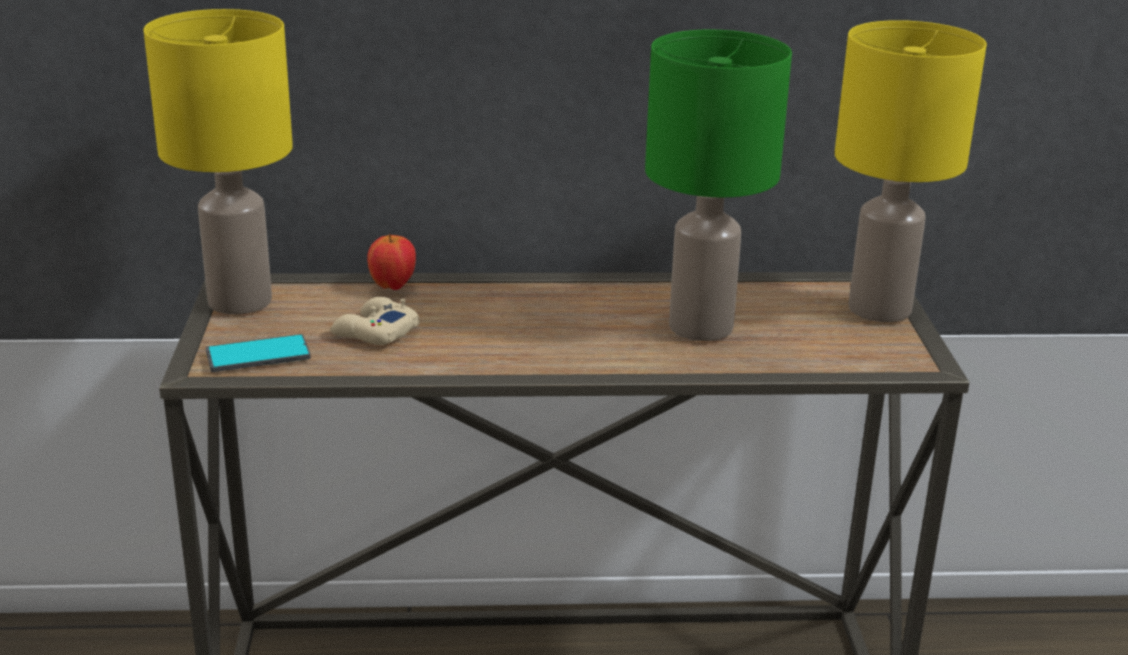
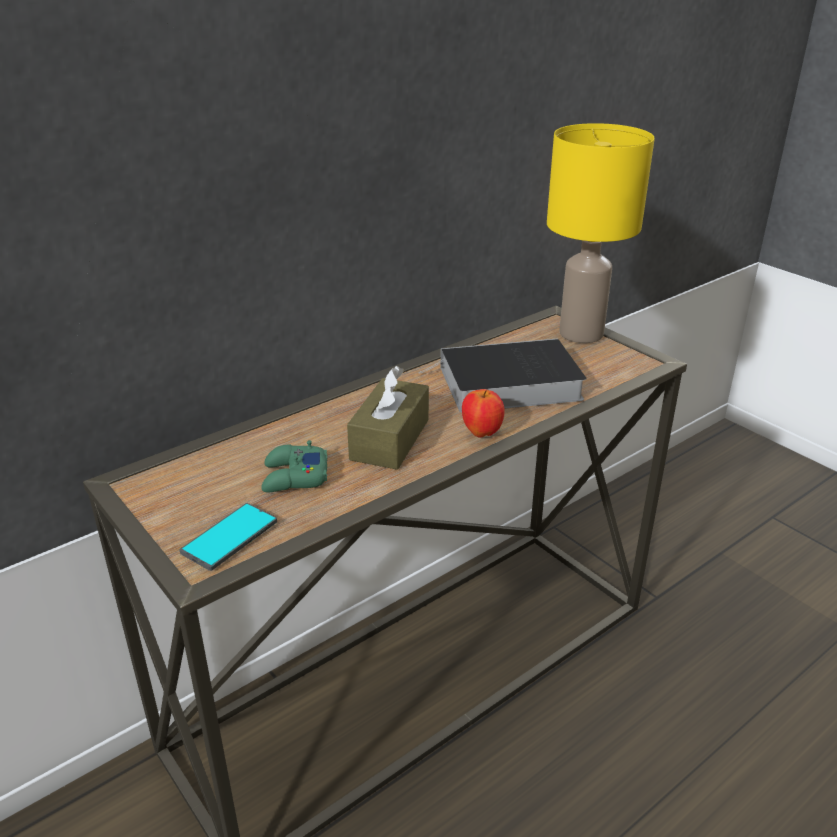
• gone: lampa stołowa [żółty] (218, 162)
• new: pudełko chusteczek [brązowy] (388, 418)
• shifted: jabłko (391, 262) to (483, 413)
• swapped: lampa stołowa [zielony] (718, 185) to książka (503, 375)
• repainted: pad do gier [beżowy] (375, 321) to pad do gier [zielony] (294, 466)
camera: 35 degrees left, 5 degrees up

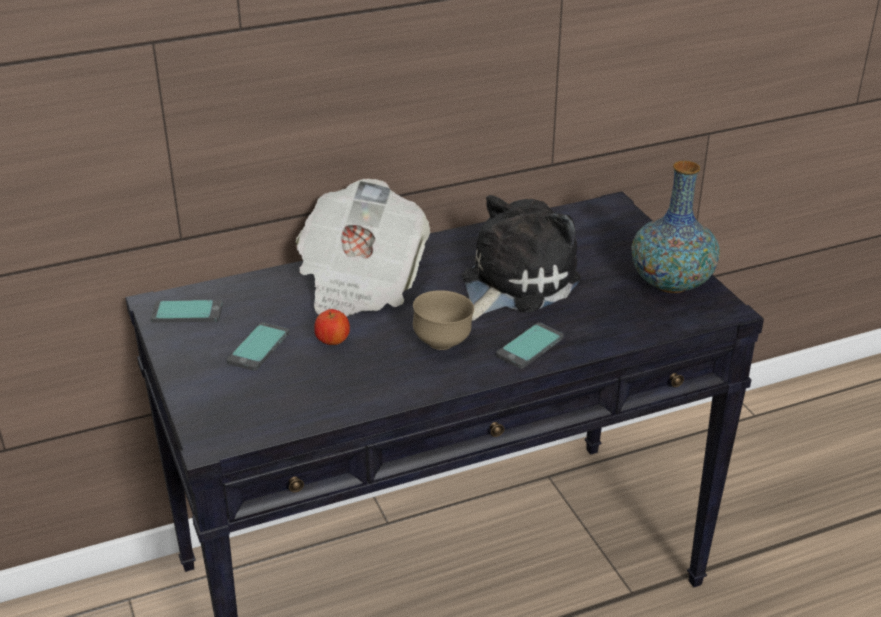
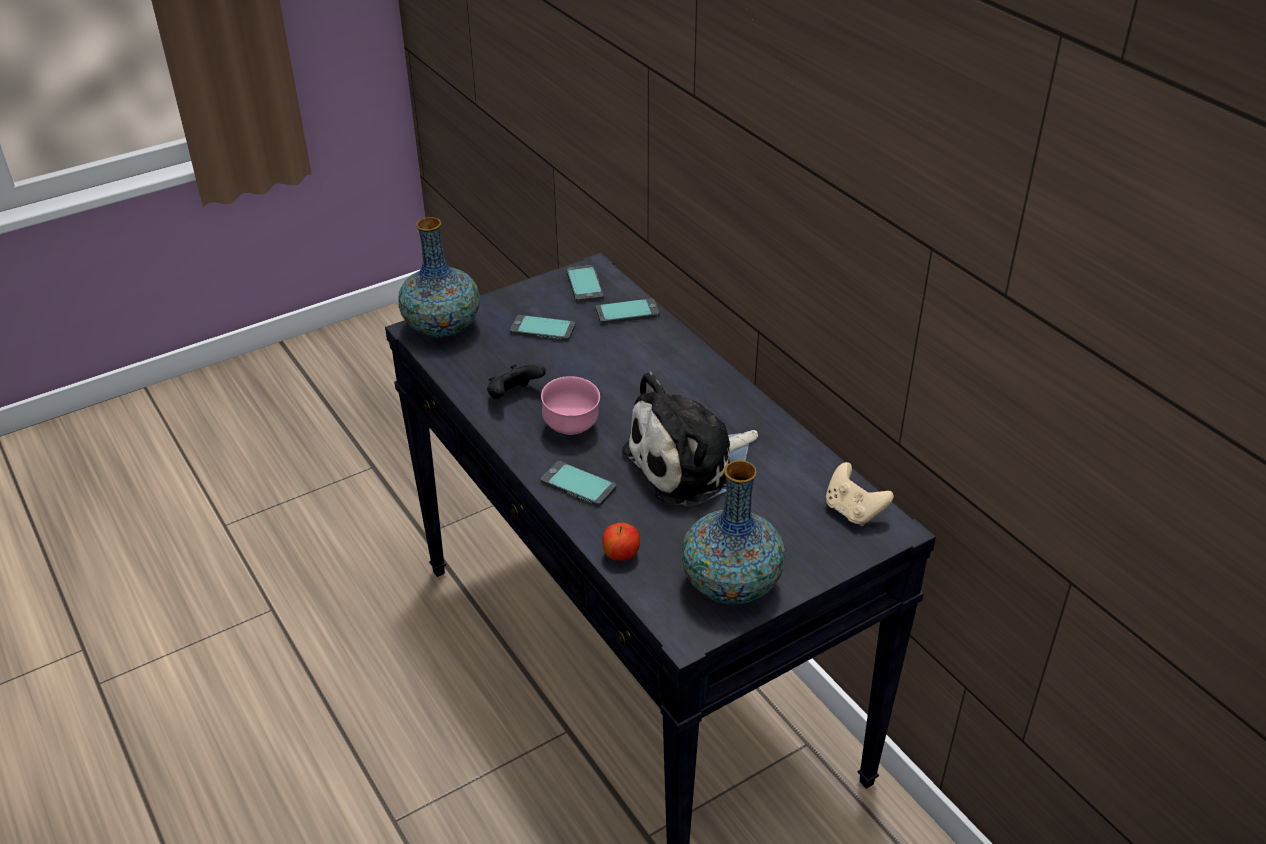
• gone: gazeta (363, 248)
• new: wazon (439, 277)
• new: pad do gier [czarny] (516, 381)
• new: telefon (627, 311)
• new: pad do gier [beżowy] (860, 494)
• shifted: jabłko (332, 327) to (621, 542)
• repainted: miska [brązowy] (443, 320) to miska [różowy] (570, 405)
• rotated: pluszak (521, 258) = (690, 439) 120 degrees clockwise
camera: 80 degrees right, 5 degrees up

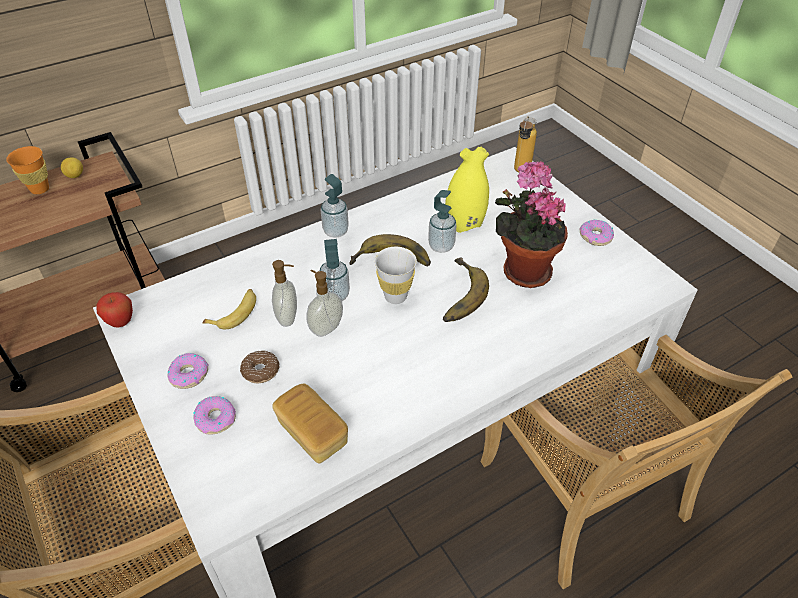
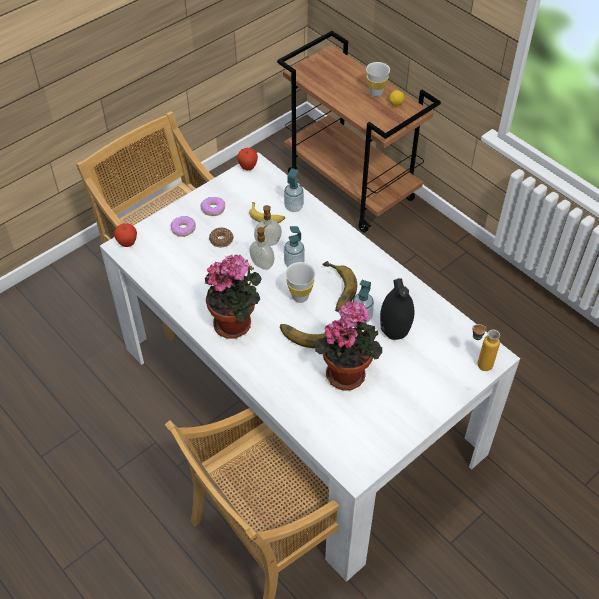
• gone: chleb (310, 424)
• gone: donut (596, 233)
• new: jabłko (125, 235)
• new: roślina doniczkowa (233, 296)
• shifted: dozownik mydła (335, 206) to (294, 190)
• repainted: filiżanka [pomarańczowy] (27, 170) to filiżanka [biały] (378, 79)
• repainted: wazon [żółty] (467, 190) to wazon [czarny] (397, 309)
camera: 80 degrees right, 5 degrees up

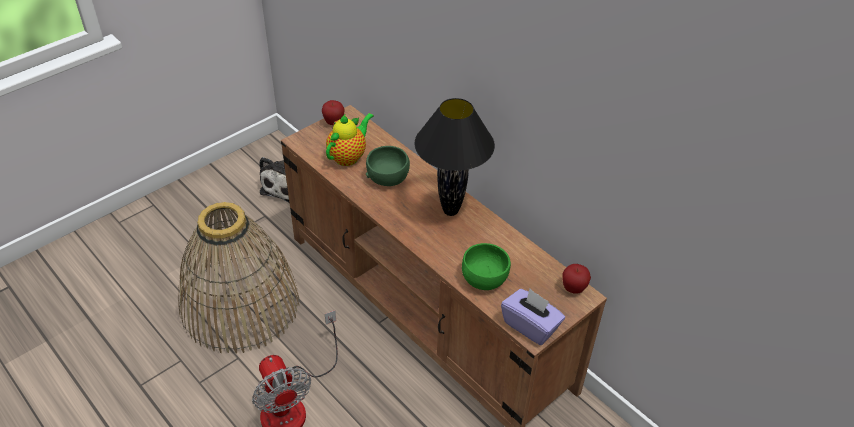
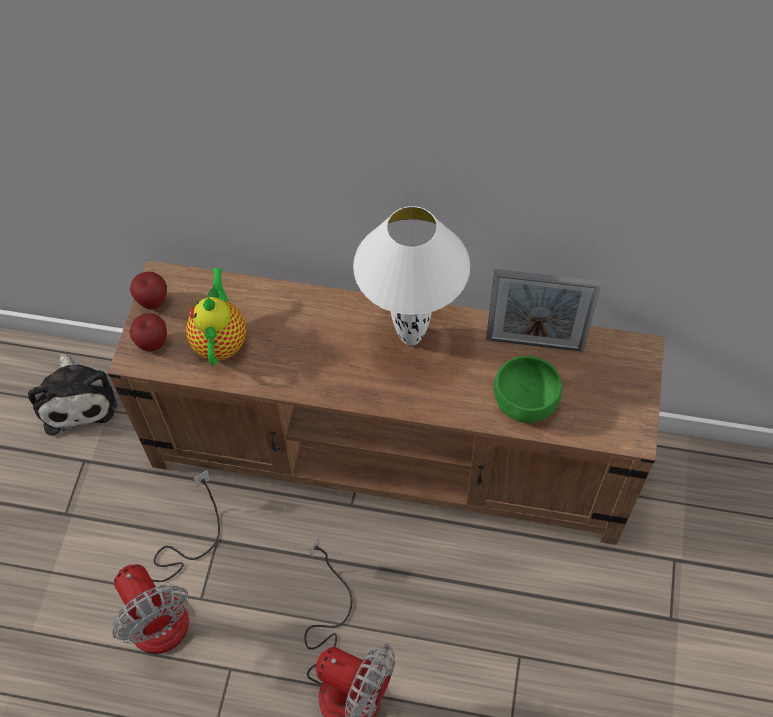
• gone: miska [zielony] (388, 166)
• gone: pudełko chusteczek [fioletowy] (533, 317)
• new: ramka na zdjęcie (543, 310)
• shifted: jabłko (576, 279) to (148, 332)
• swapped: koszyk (239, 278) to wentylator (166, 562)
• repainted: lampa stołowa [czarny] (454, 157) to lampa stołowa [biały] (411, 275)
camera: 35 degrees left, 15 degrees up

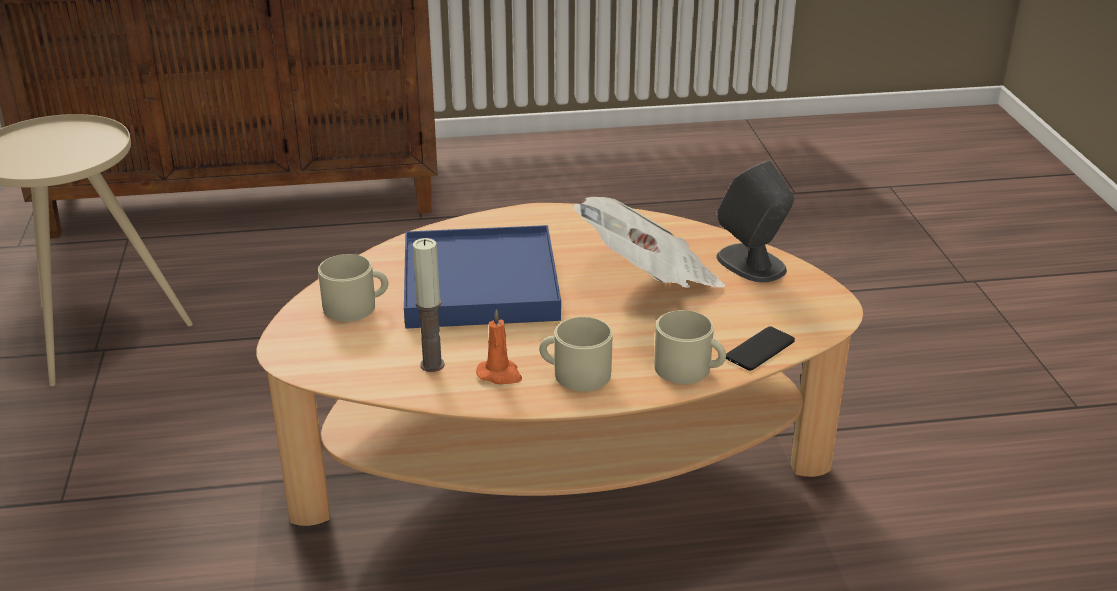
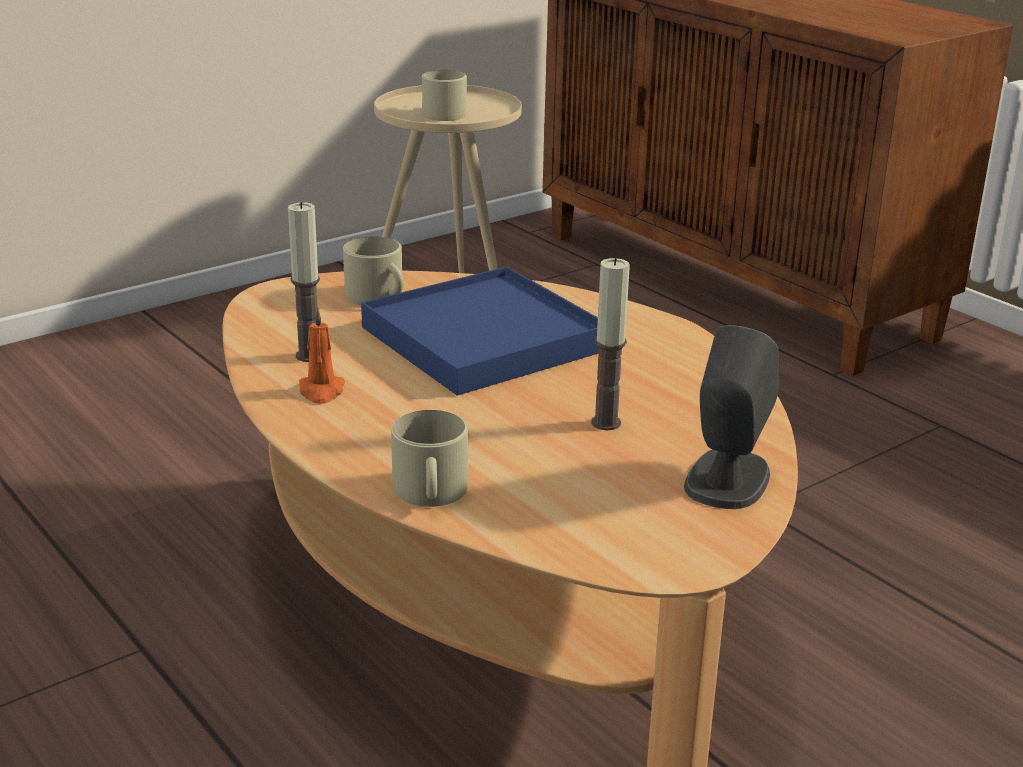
• gone: telefon (760, 348)
• shifted: kubek [beżowy] (576, 354) to (444, 95)
• swapped: gazeta (649, 242) to świeca (610, 344)
camera: 60 degrees right, 5 degrees down

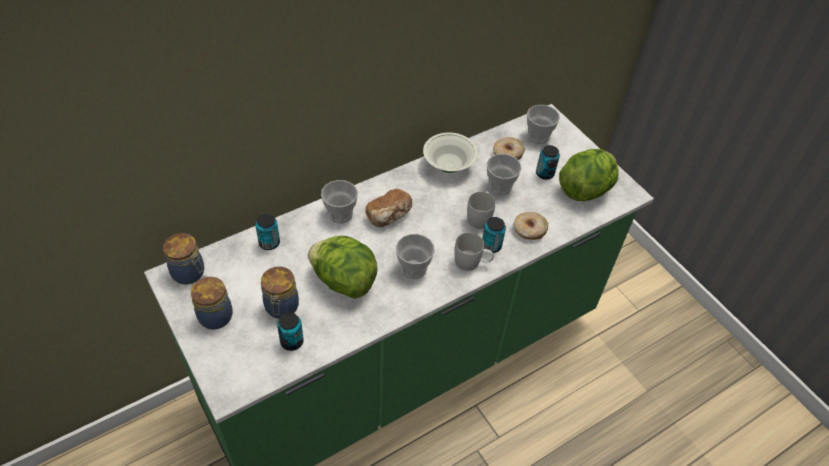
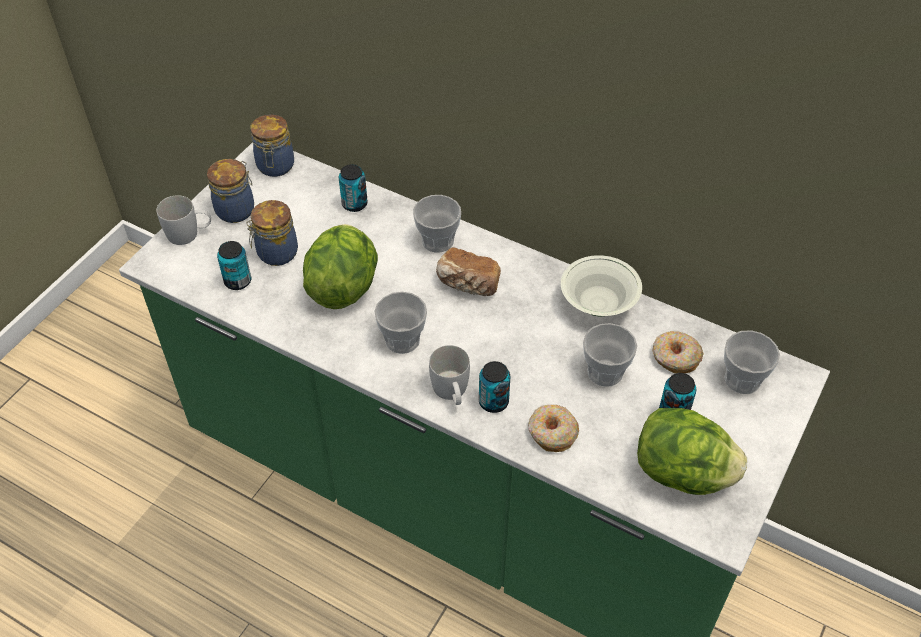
• shifted: kubek [biały] (481, 210) to (183, 220)
camera: 65 degrees right, 0 degrees up

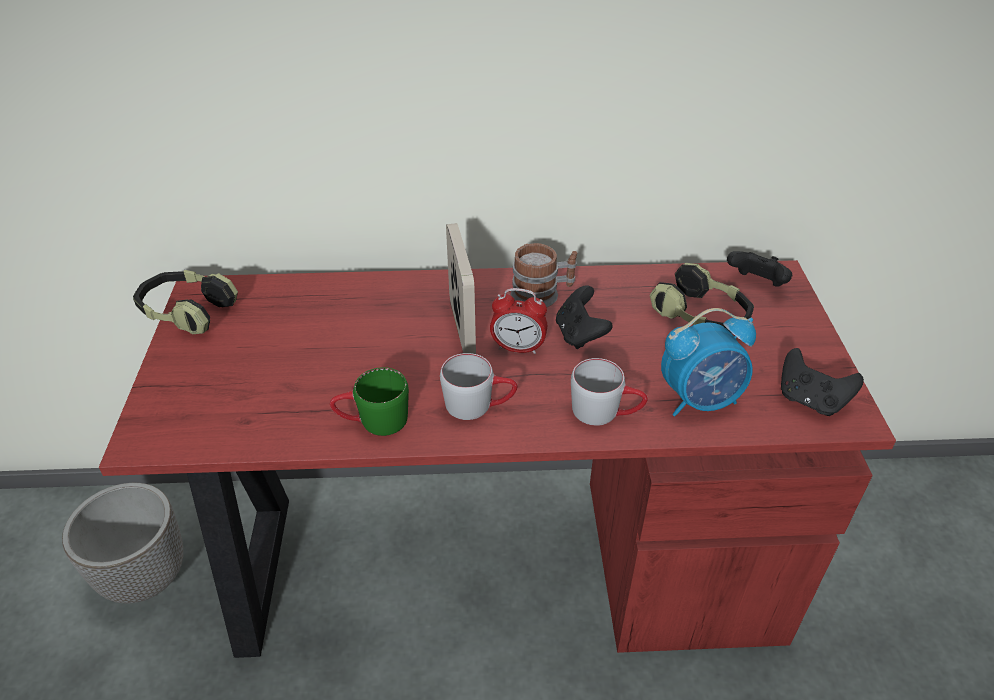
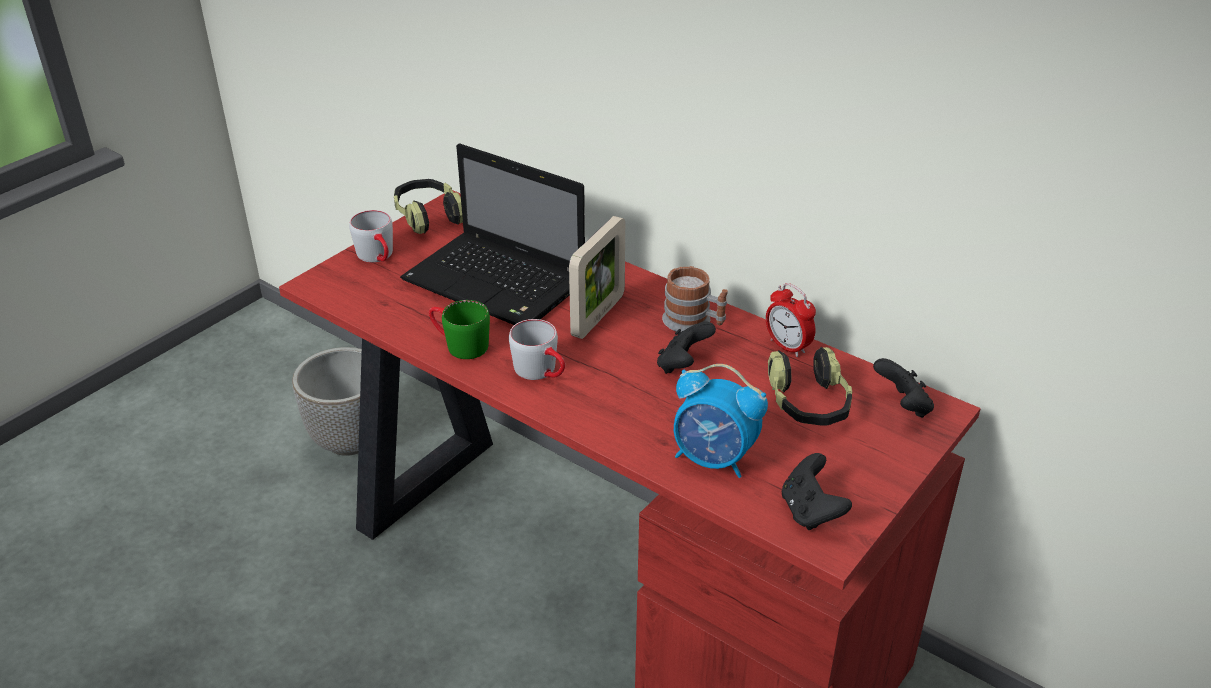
• new: laptop (492, 234)
• shifted: budzik (518, 321) to (791, 320)
• shifted: kubek [szary] (609, 392) to (371, 236)
camera: 40 degrees right, 5 degrees down

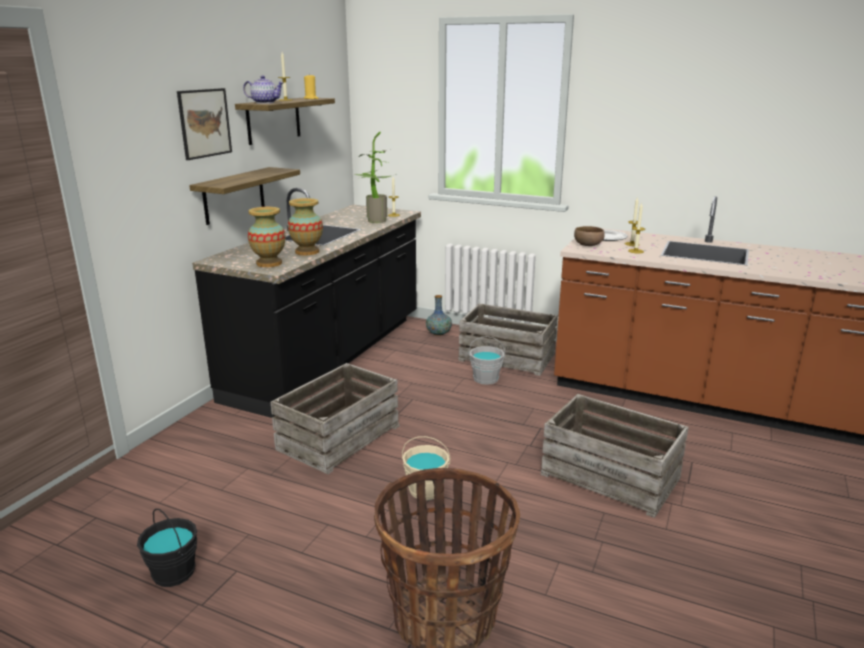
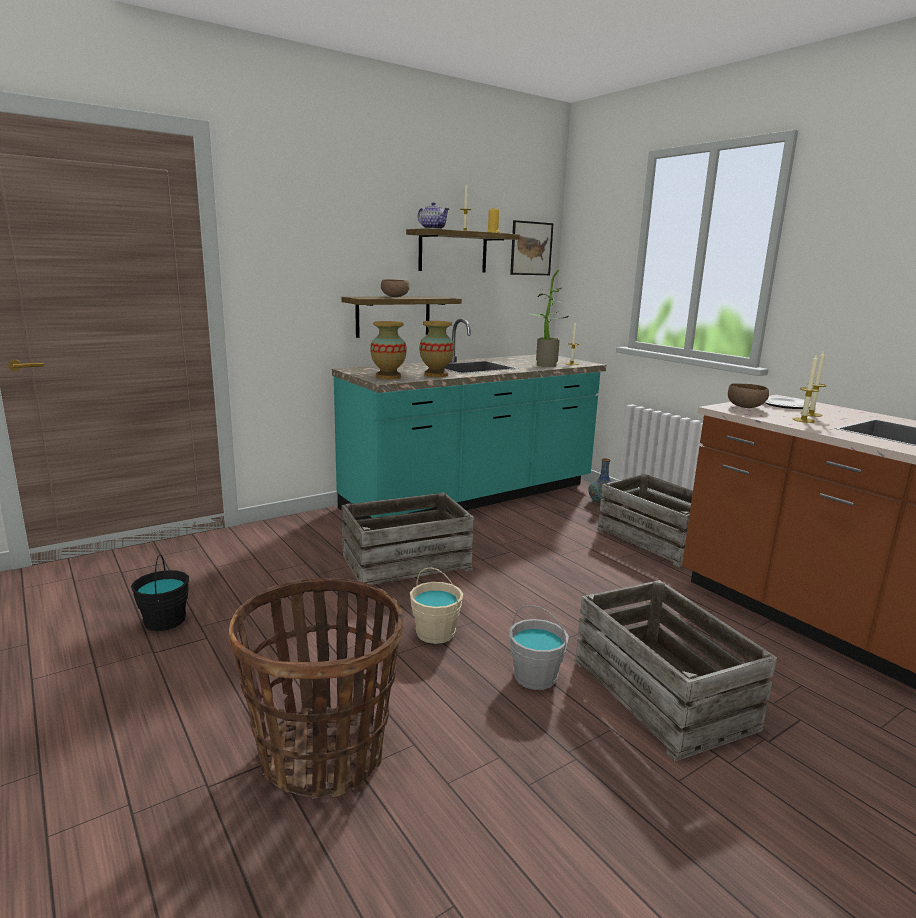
• new: miska [brązowy] (395, 288)
• shifted: obraz (204, 124) to (532, 247)
• shifted: wiadro [szary] (487, 360) to (539, 647)
• repainted: zabudowa kuchenna [czarny] (306, 303) to zabudowa kuchenna [turkusowy] (469, 419)
camera: 30 degrees right, 5 degrees down

